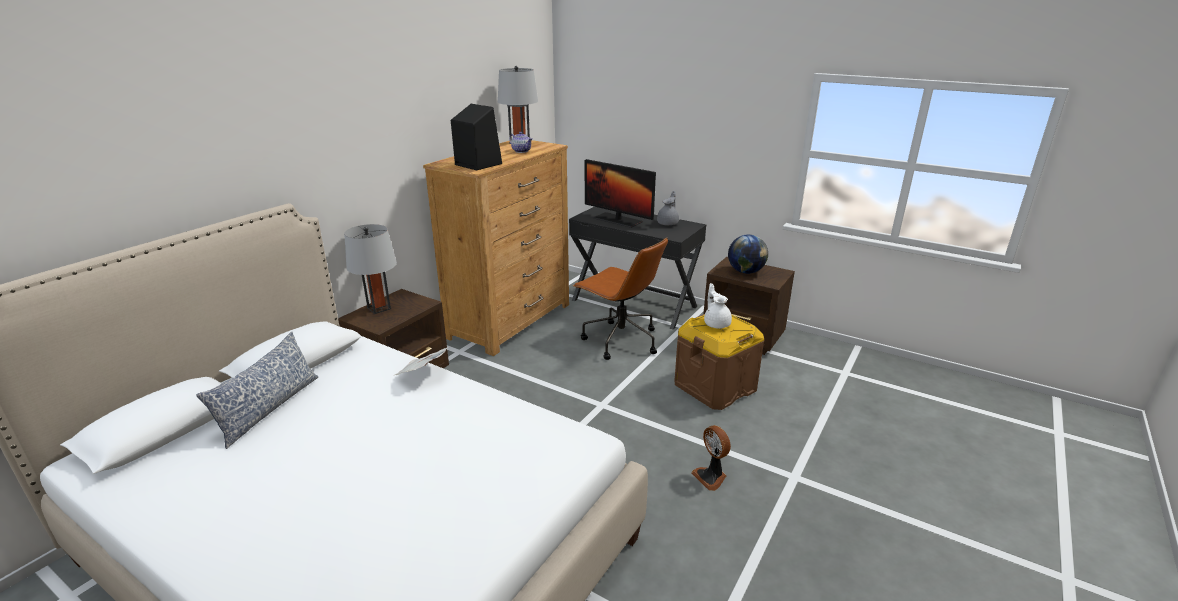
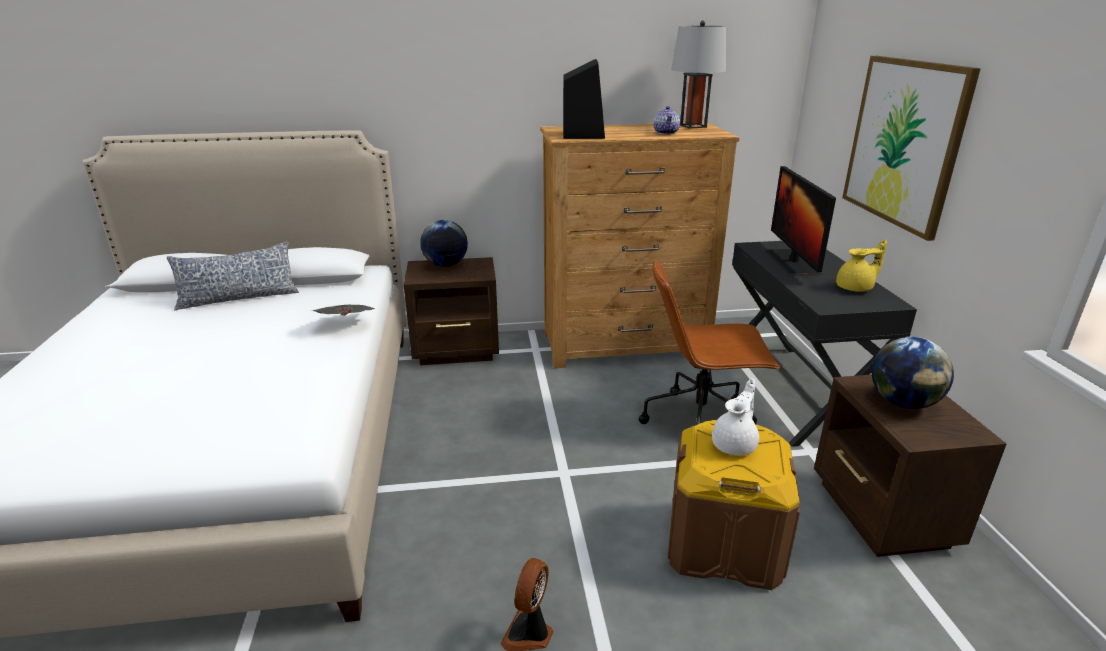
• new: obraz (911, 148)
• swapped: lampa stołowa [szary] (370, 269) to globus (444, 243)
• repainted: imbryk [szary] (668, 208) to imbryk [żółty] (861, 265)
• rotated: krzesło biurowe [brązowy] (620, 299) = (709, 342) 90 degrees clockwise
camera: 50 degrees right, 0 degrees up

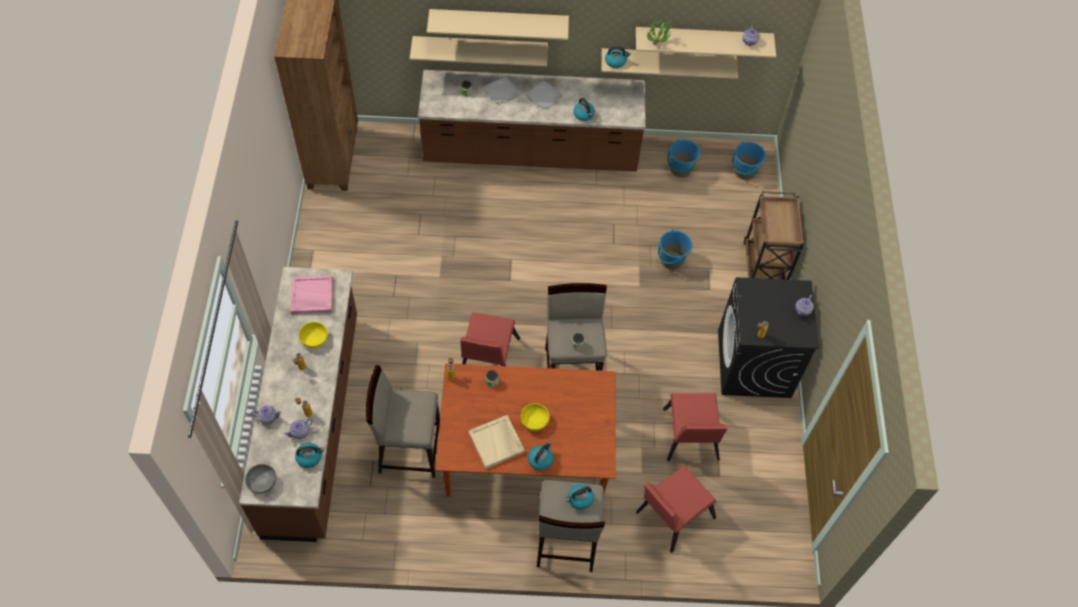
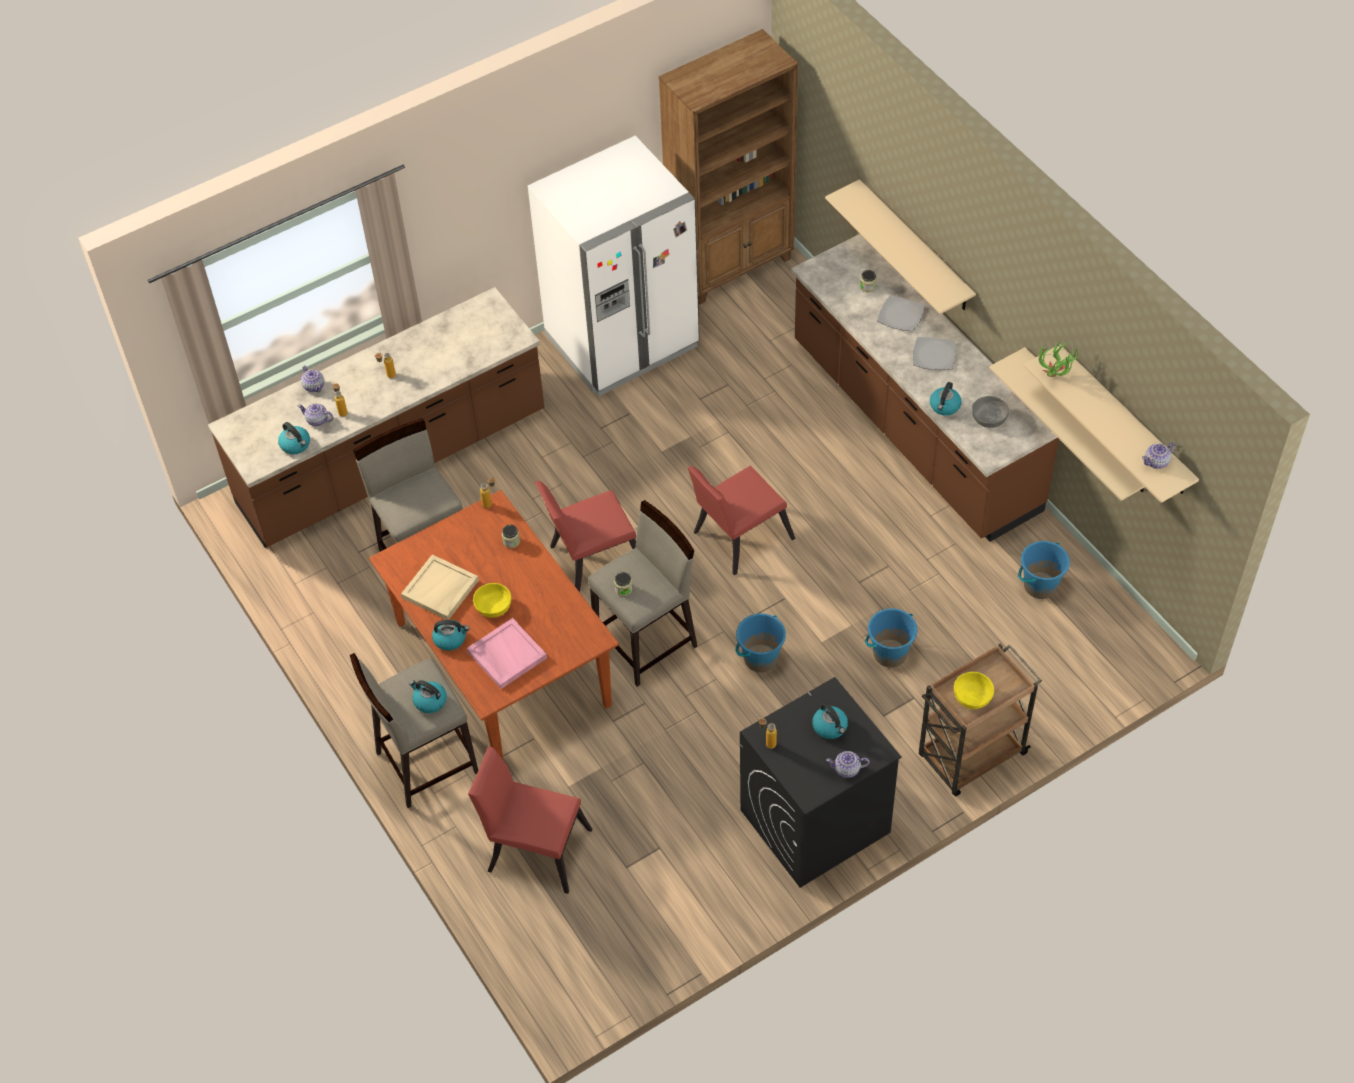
• gone: półka [beżowy] (498, 24)
• new: lodówka [biały] (614, 266)
• shifted: miska [szary] (260, 479) to (990, 412)
• shifted: taca [różowy] (311, 294) to (507, 653)
• shifted: miska [żółty] (313, 335) to (974, 690)
• shifted: czajnik (618, 57) to (830, 720)
• shifted: krzesło [czerwony] (695, 427) to (742, 520)
• shifted: wiadro [niebieski] (749, 161) to (761, 642)
camera: 60 degrees right, 5 degrees down

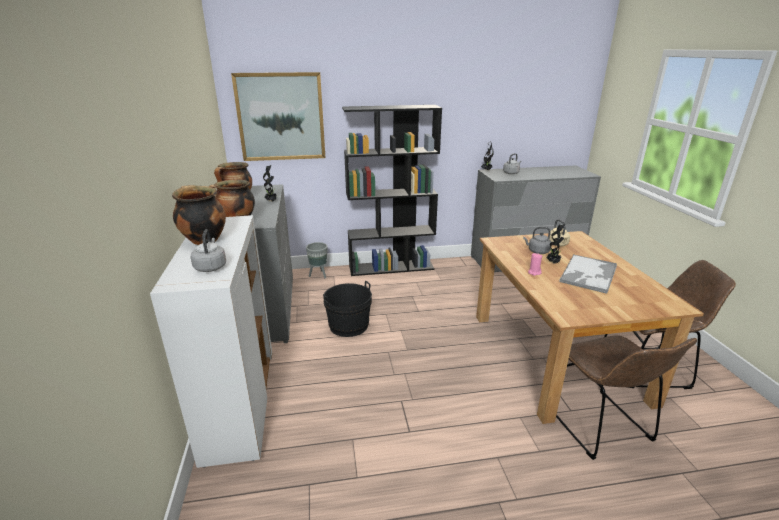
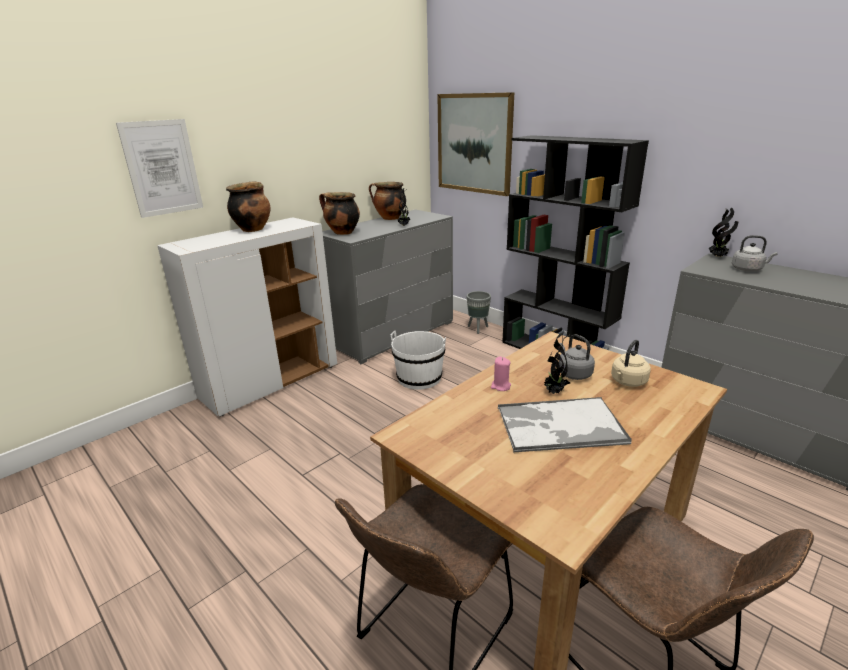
• gone: czajnik [szary] (208, 250)
• new: obraz (159, 168)
• repainted: wiadro [czarny] (347, 309) to wiadro [biały] (418, 360)
camera: 55 degrees right, 0 degrees up

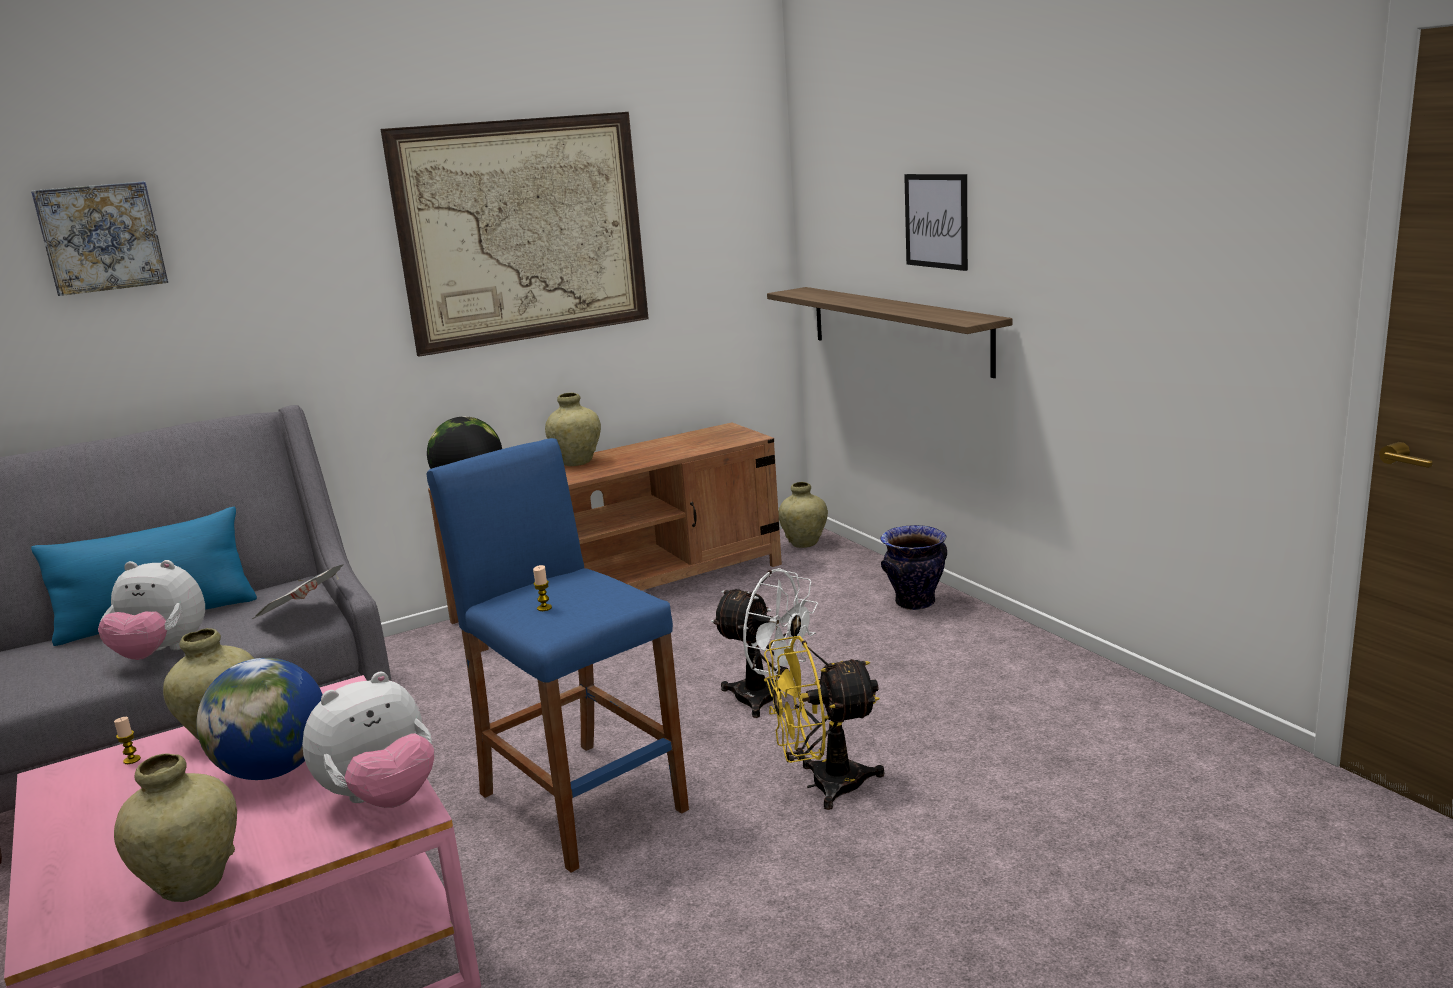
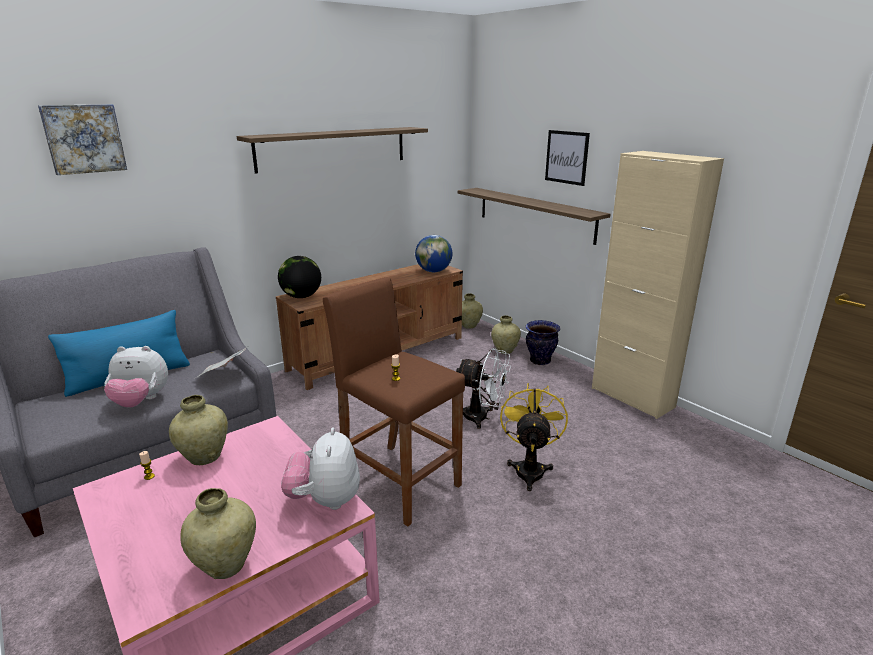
• new: szafka [beżowy] (658, 285)
• shifted: globus (259, 719) to (433, 253)
• shifted: wazon [beżowy] (573, 429) to (506, 334)
• swapped: obraz (515, 234) to półka (332, 150)
• repainted: stołek [niebieski] (557, 655) to stołek [brązowy] (394, 402)
• rotated: pluszak (368, 740) = (320, 469) 135 degrees clockwise
• rotated: wentylator [żółty] (824, 723) = (534, 437) 120 degrees clockwise
camera: 10 degrees left, 5 degrees up

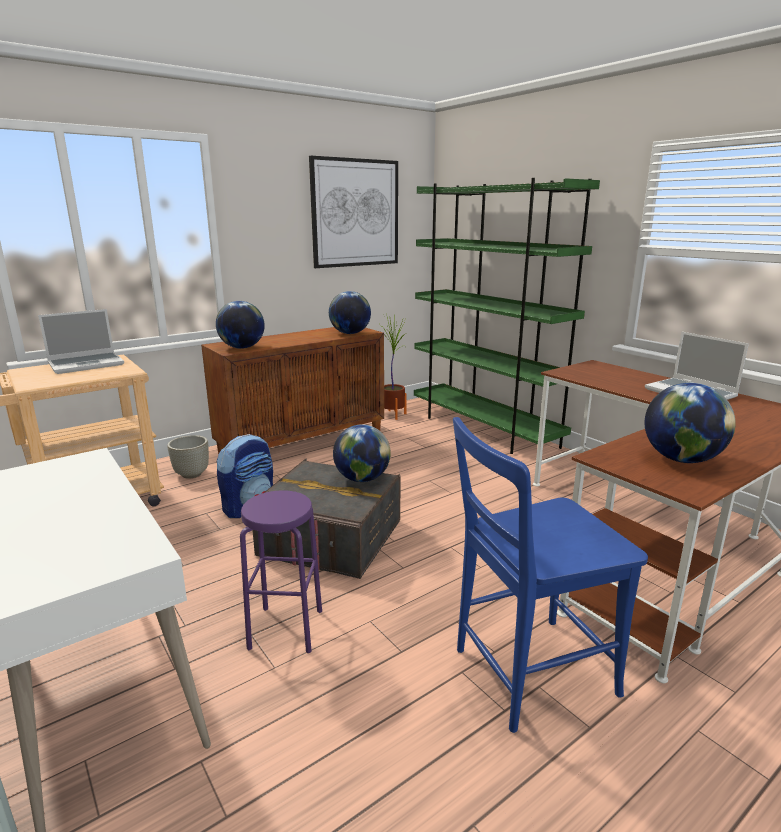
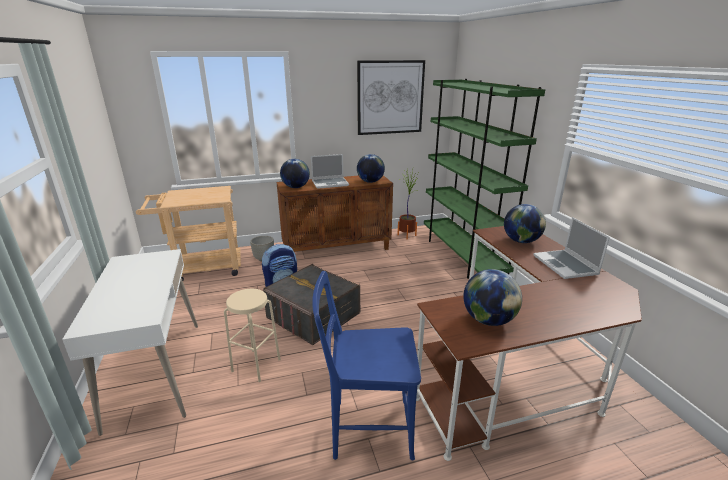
• shifted: laptop (81, 341) to (330, 171)
• shifted: globus (362, 453) to (525, 223)
• repainted: stołek [fioletowy] (281, 572) to stołek [beżowy] (252, 335)
camera: 20 degrees right, 5 degrees up

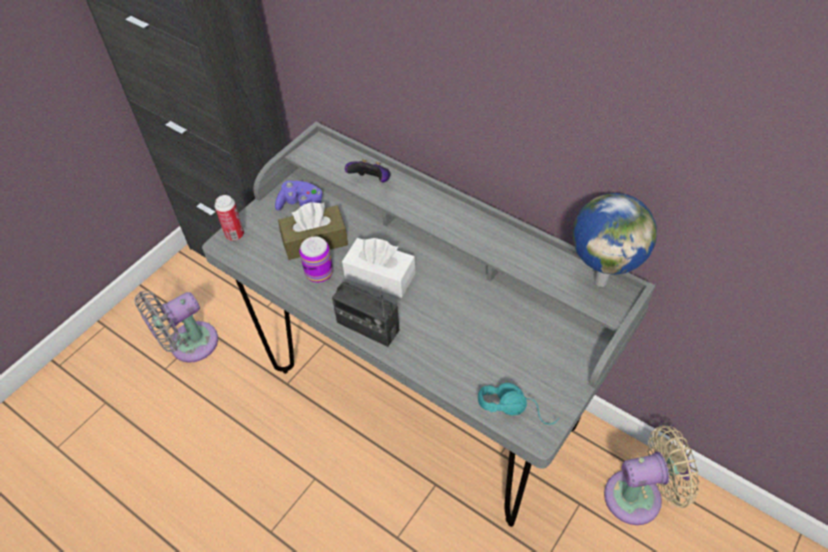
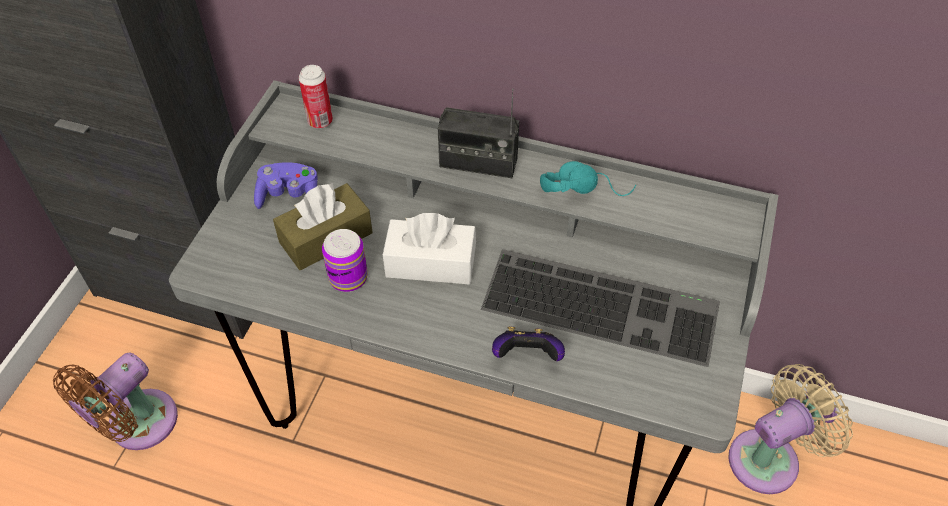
• gone: globus (615, 240)
• new: klawiatura (600, 308)
• shifted: puszka (229, 218) to (316, 96)
• shifted: radio (366, 314) to (478, 133)
• shifted: pad do gier (368, 170) to (528, 344)
• shifted: słuchawki [turkusowy] (518, 404) to (588, 178)
• repainted: wentylator [szary] (176, 327) to wentylator [brązowy] (115, 401)
camera: 20 degrees left, 0 degrees up

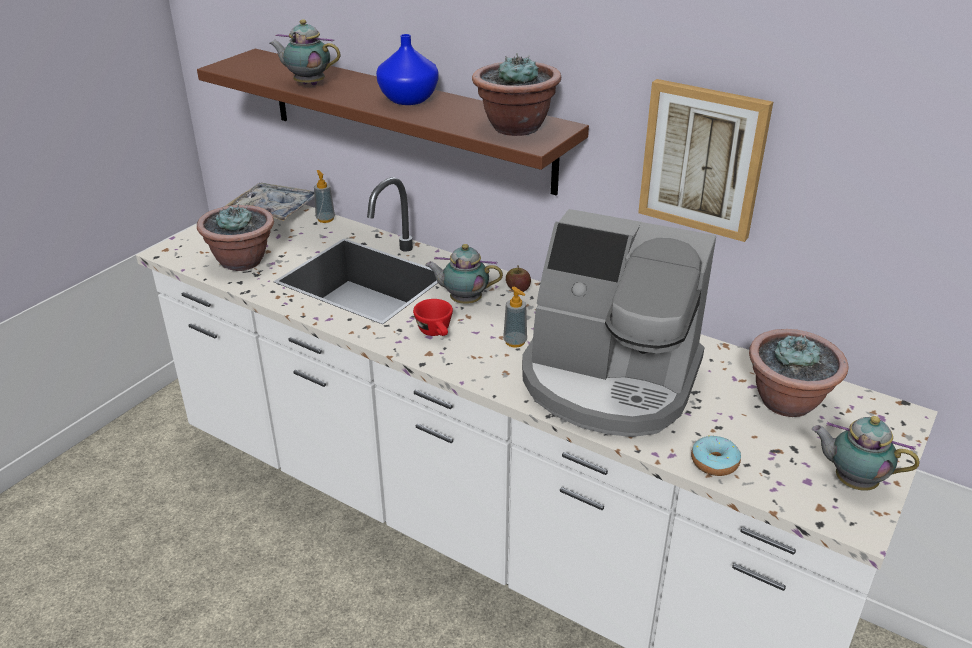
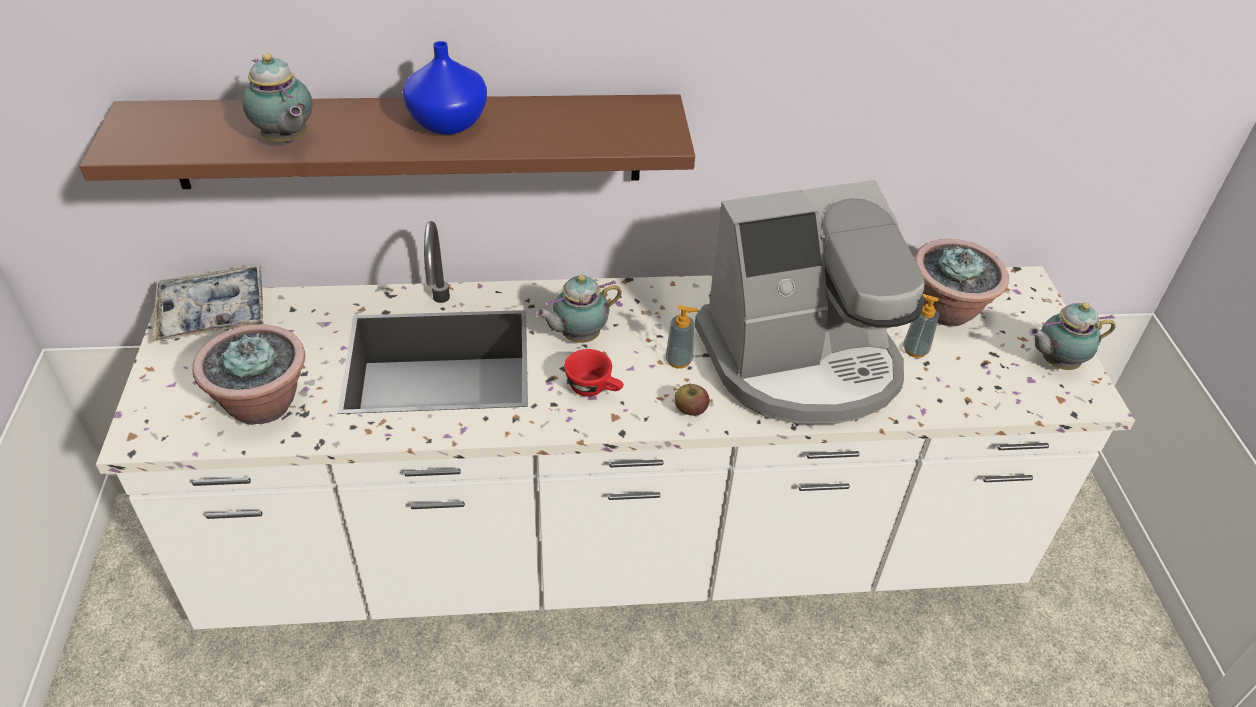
• gone: roślina doniczkowa (516, 94)
• gone: obraz (705, 160)
• gone: donut (716, 455)
• shifted: dozownik mydła (324, 196) to (921, 326)
• shifted: jabłko (518, 278) to (691, 399)
• rotated: imbryk (305, 52) = (277, 98) 105 degrees counterclockwise
camera: 40 degrees left, 10 degrees up

